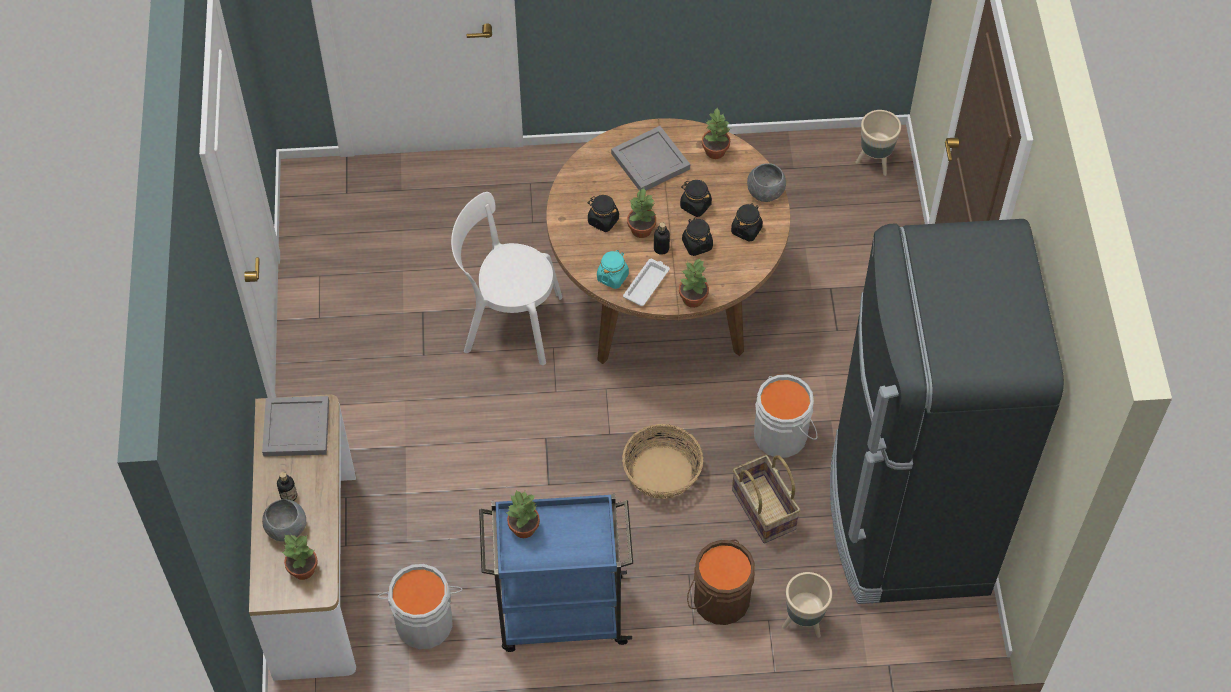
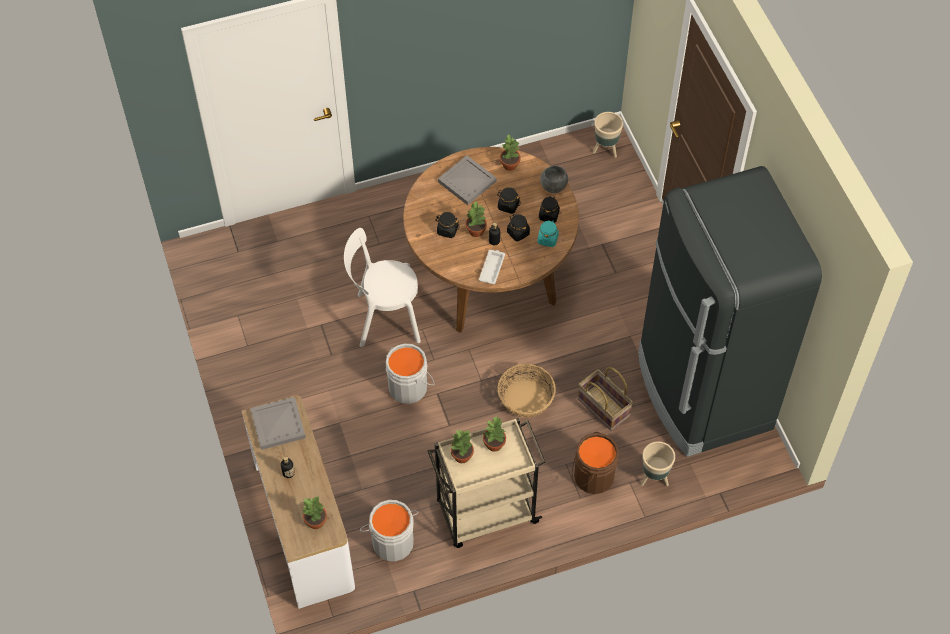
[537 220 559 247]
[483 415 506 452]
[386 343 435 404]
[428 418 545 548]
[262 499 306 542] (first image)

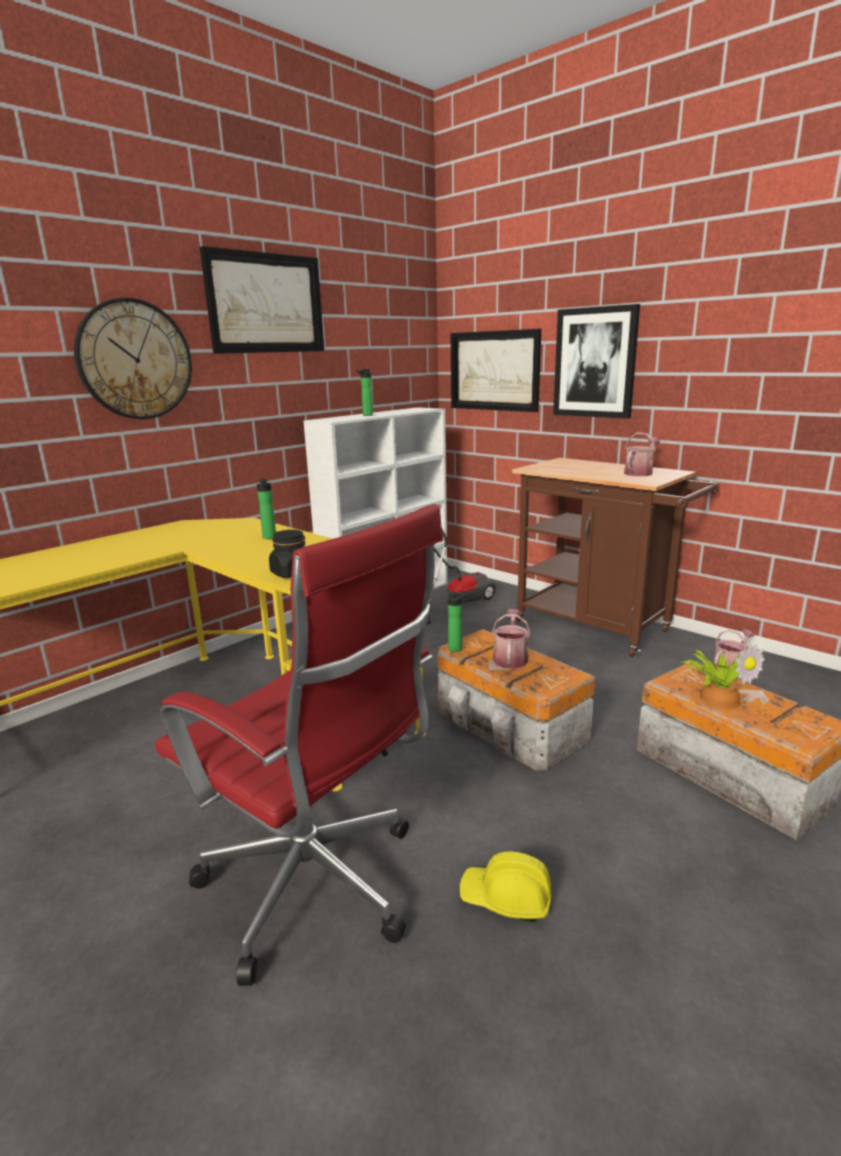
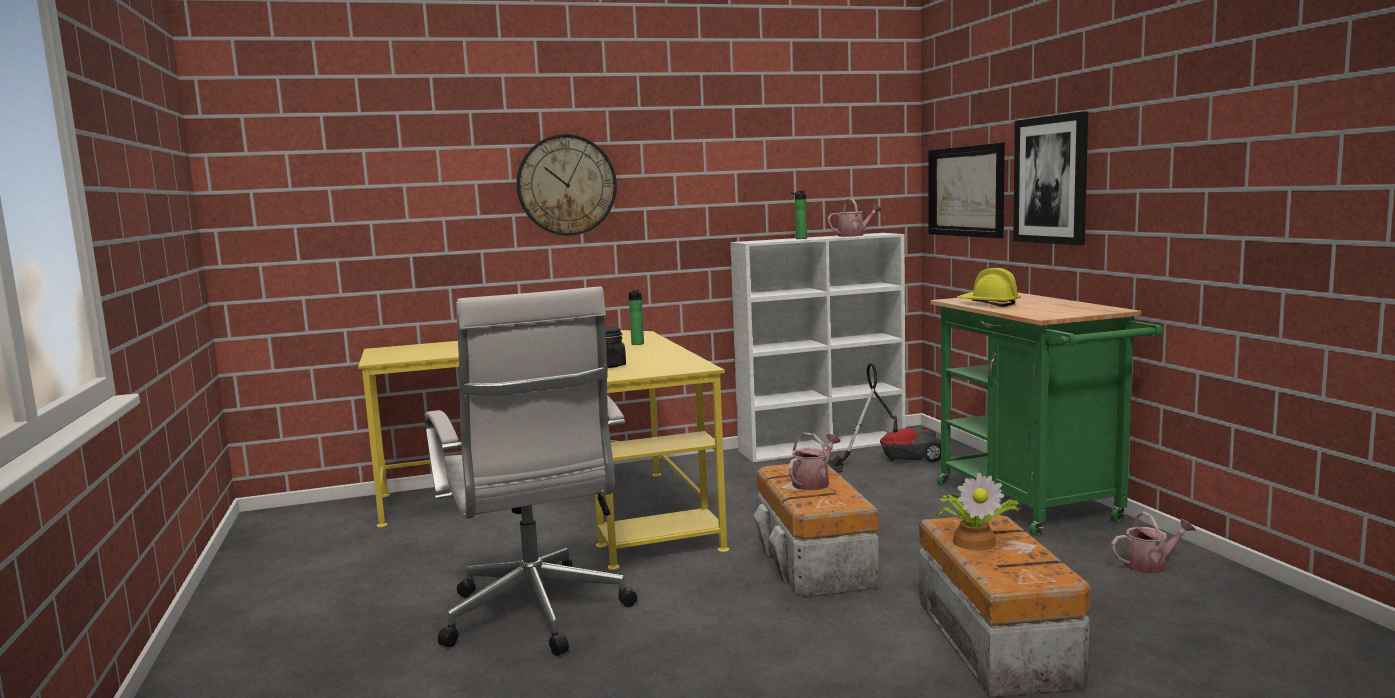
[200 246 324 354] (first image)
[828 198 882 237]
[930 293 1163 536]
[425 287 637 656]
[447 592 468 652] (first image)
[957 268 1021 307]

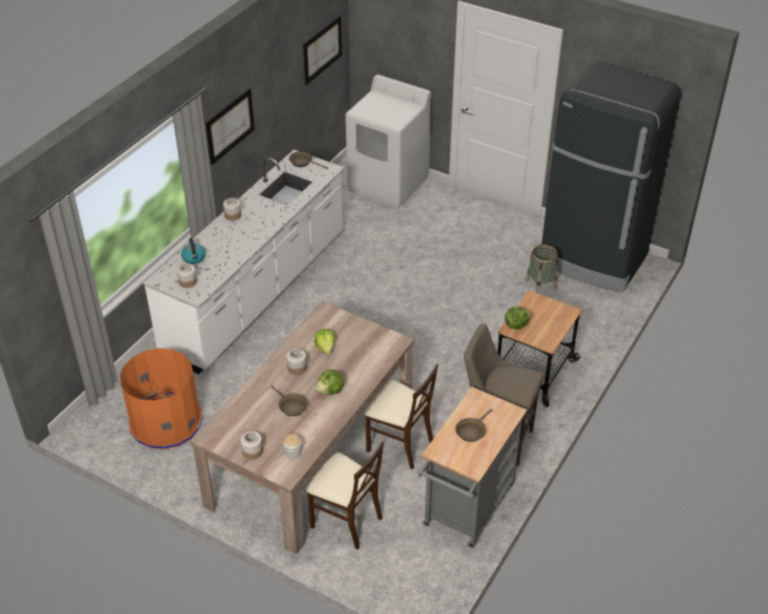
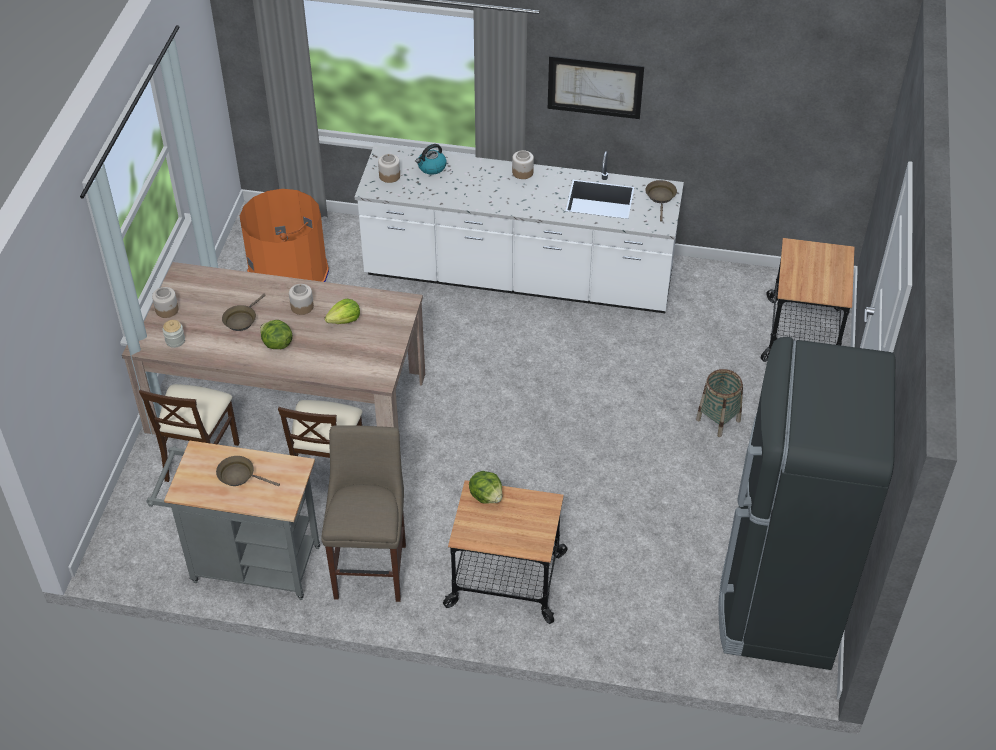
[303 16 342 85] (first image)
[761 238 854 362]
[696 369 743 437]

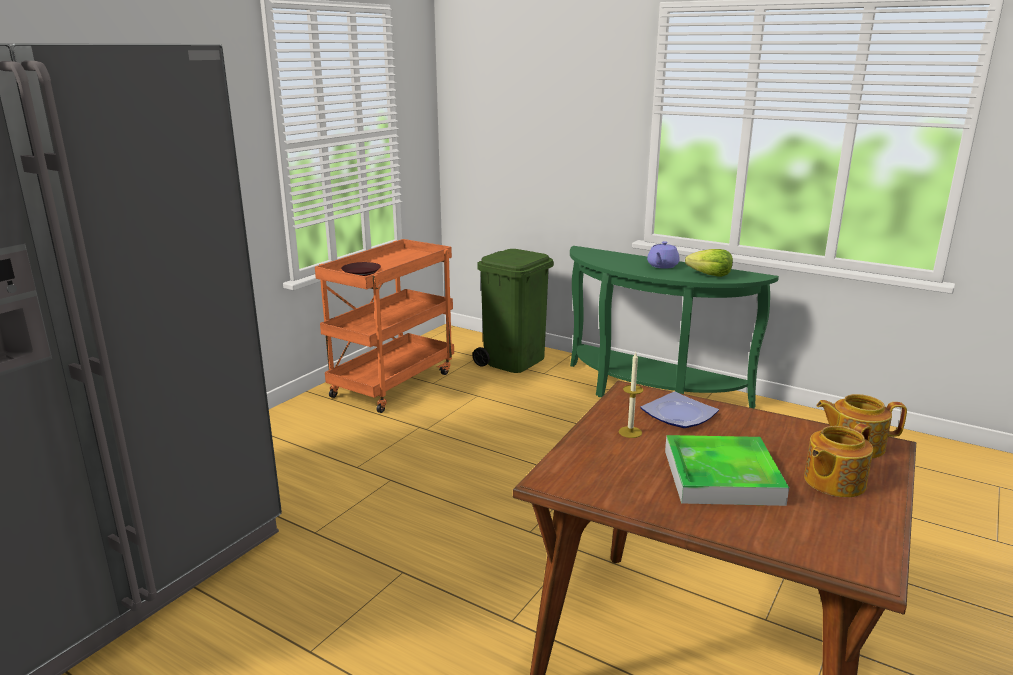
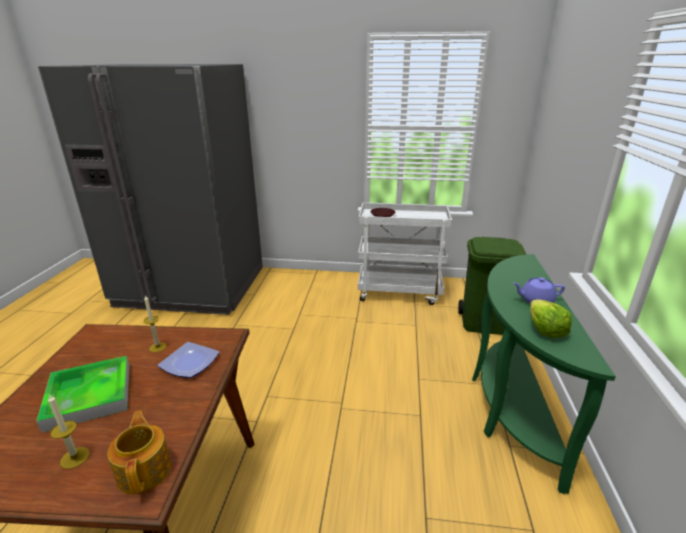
[358 202 452 305]
[48 394 90 469]

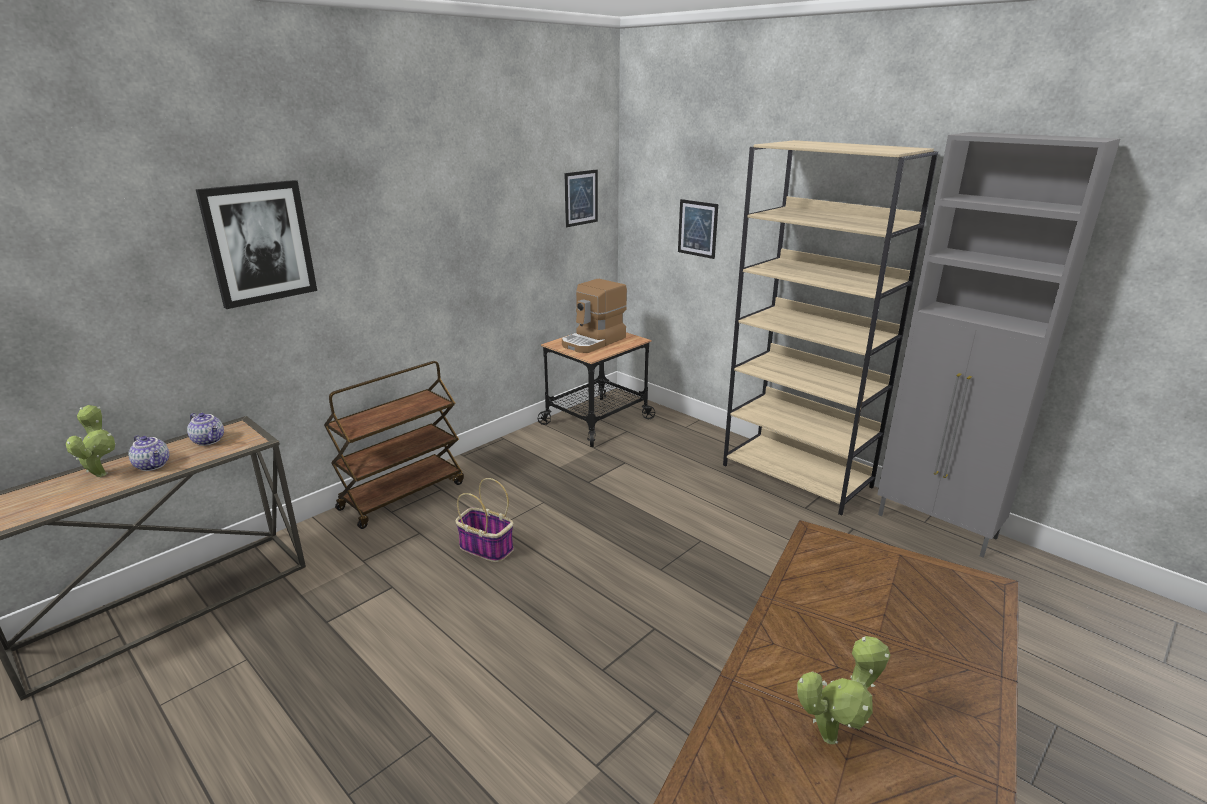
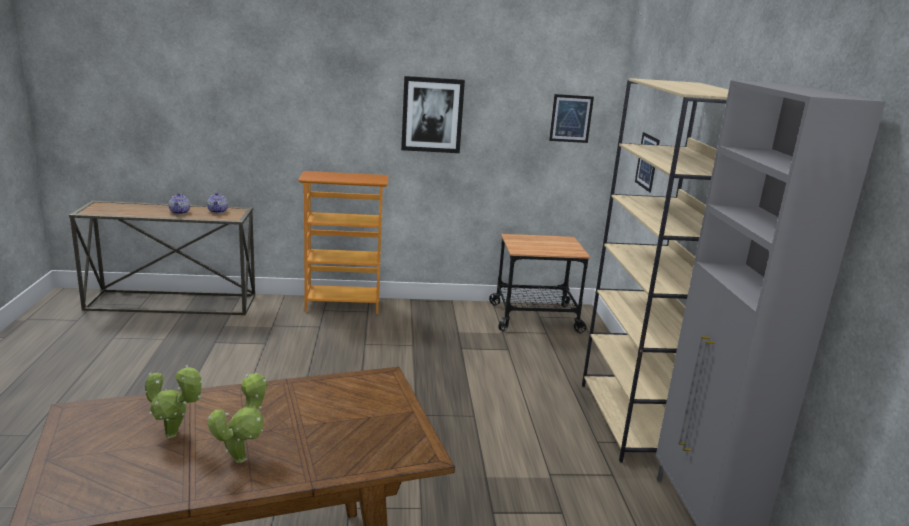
[401 76 465 153]
[562 279 627 353] (first image)
[298 171 388 314]
[207 373 267 463]
[455 478 514 562] (first image)

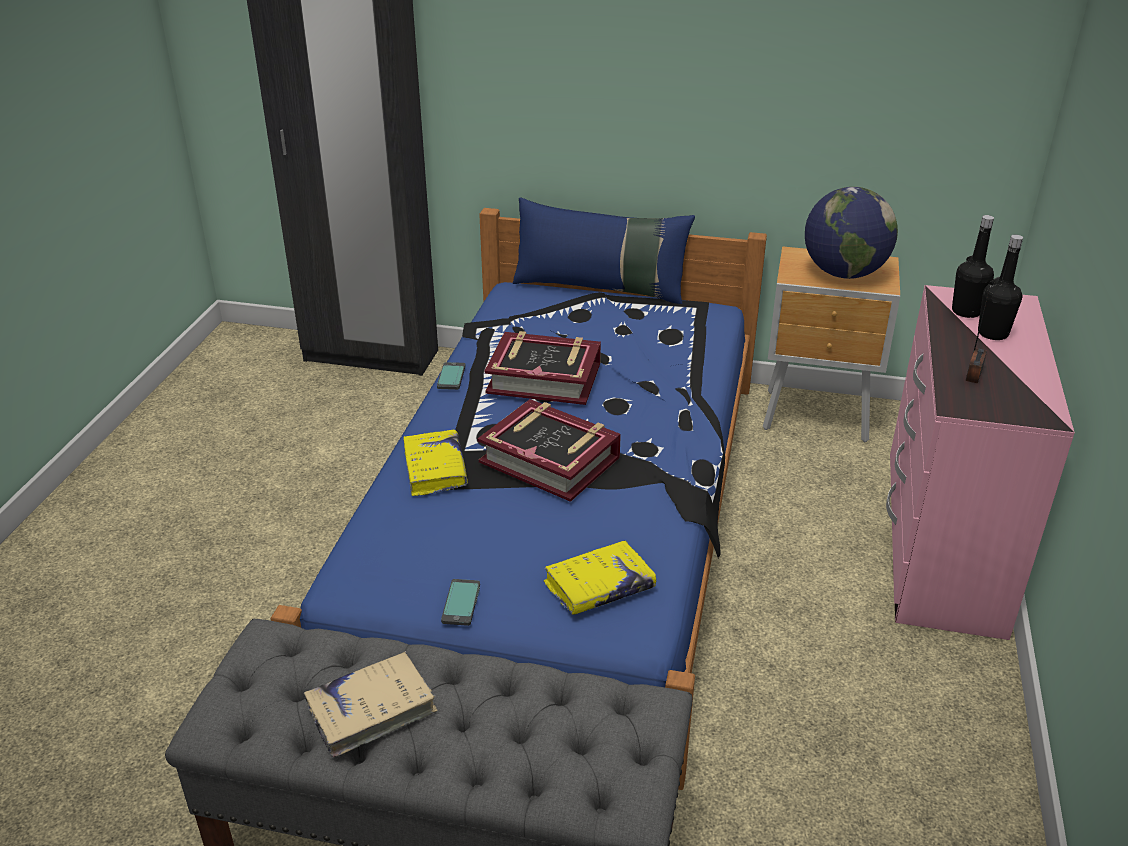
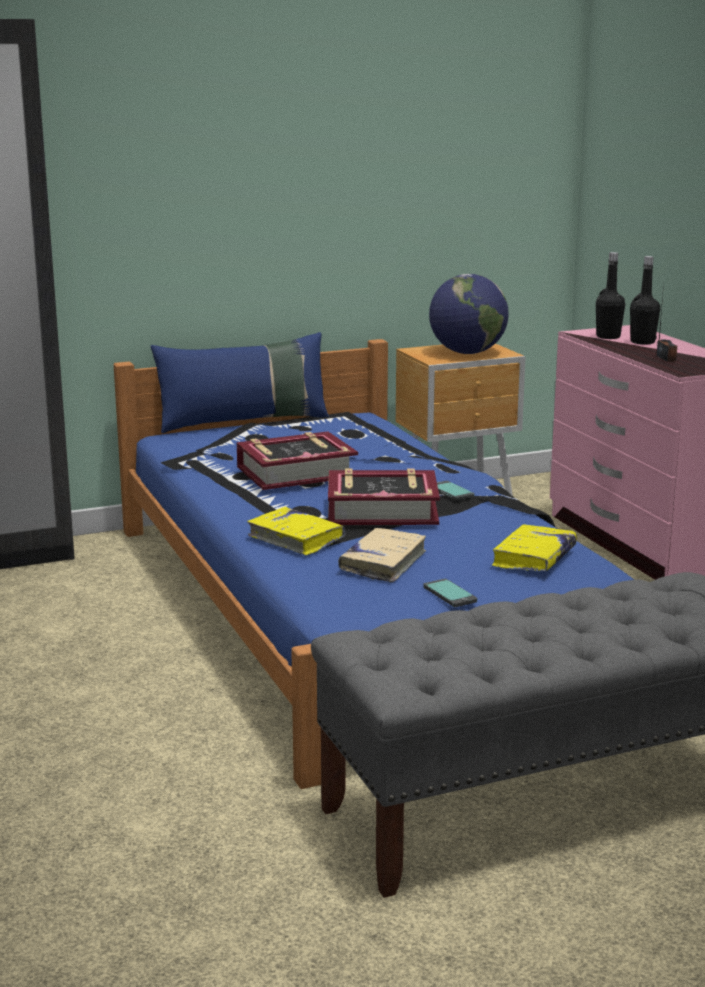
[437 481 475 500]
[338 528 426 582]

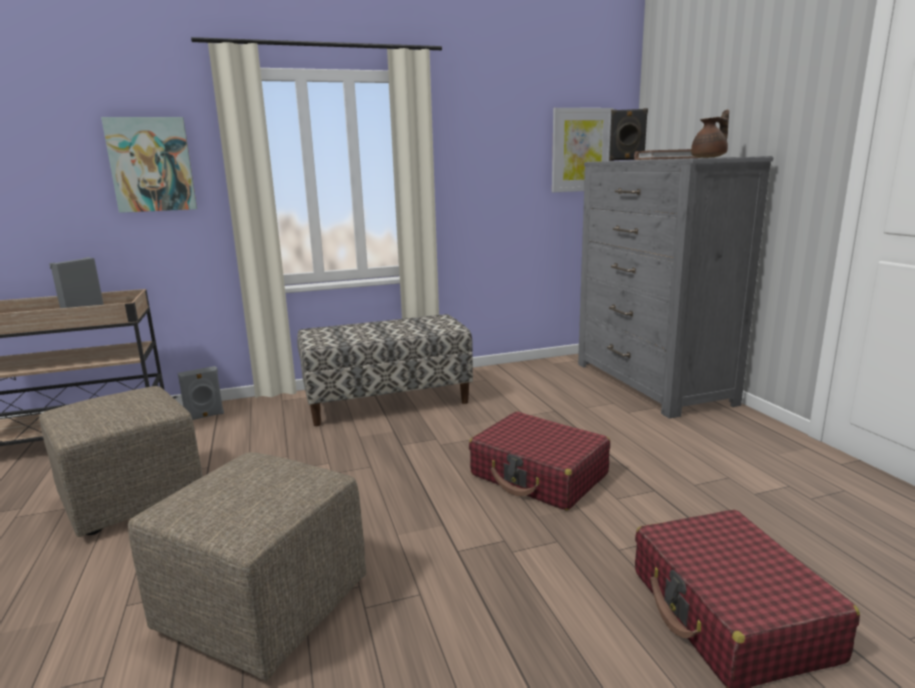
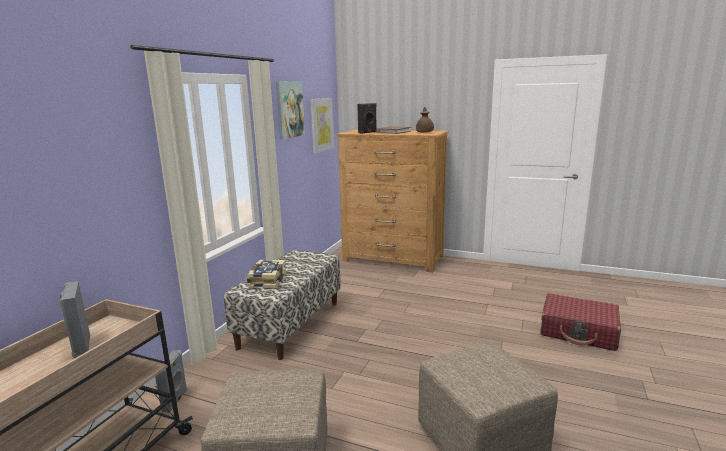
[276 81 305 139]
[336 130 449 273]
[469 411 610 511] (first image)
[247 260 286 288]

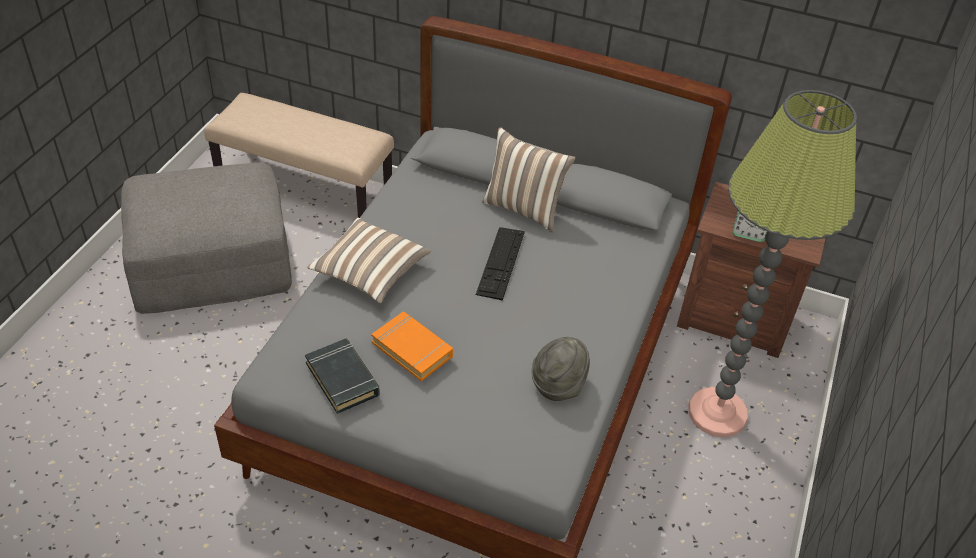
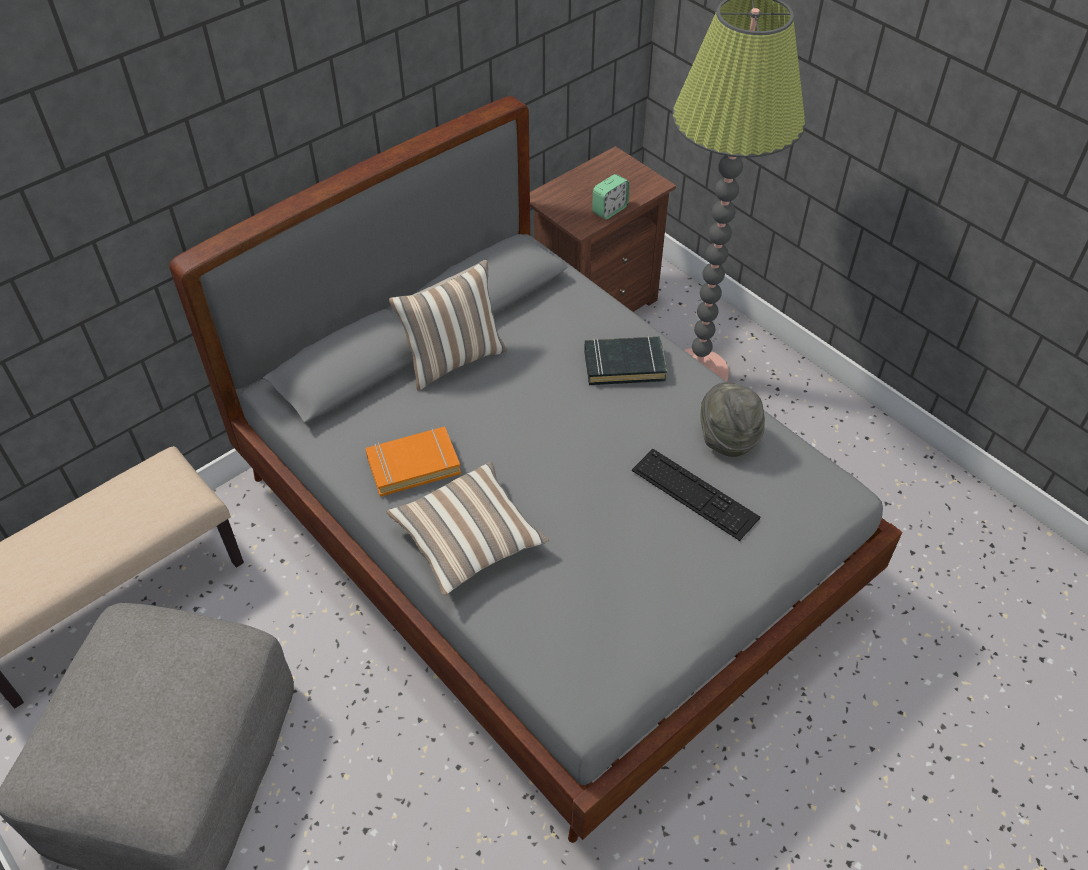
[632 449 760 541]
[365 427 461 497]
[584 336 667 385]

